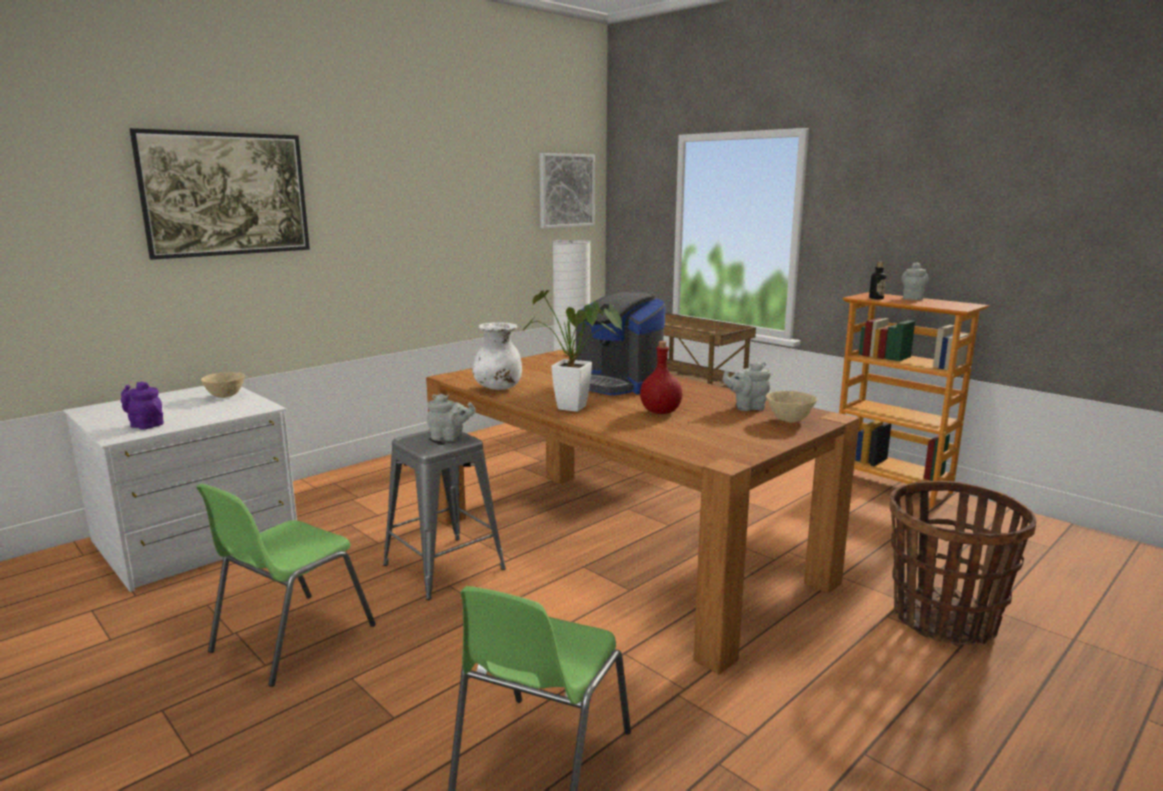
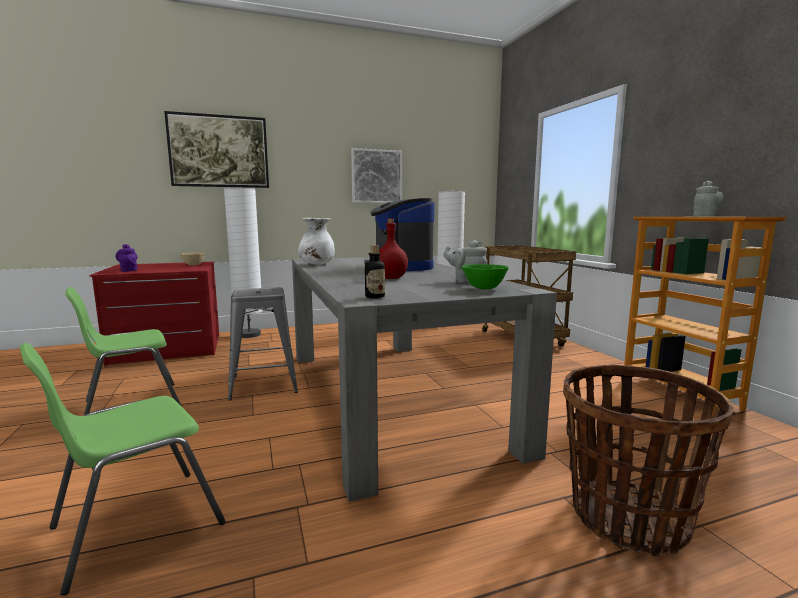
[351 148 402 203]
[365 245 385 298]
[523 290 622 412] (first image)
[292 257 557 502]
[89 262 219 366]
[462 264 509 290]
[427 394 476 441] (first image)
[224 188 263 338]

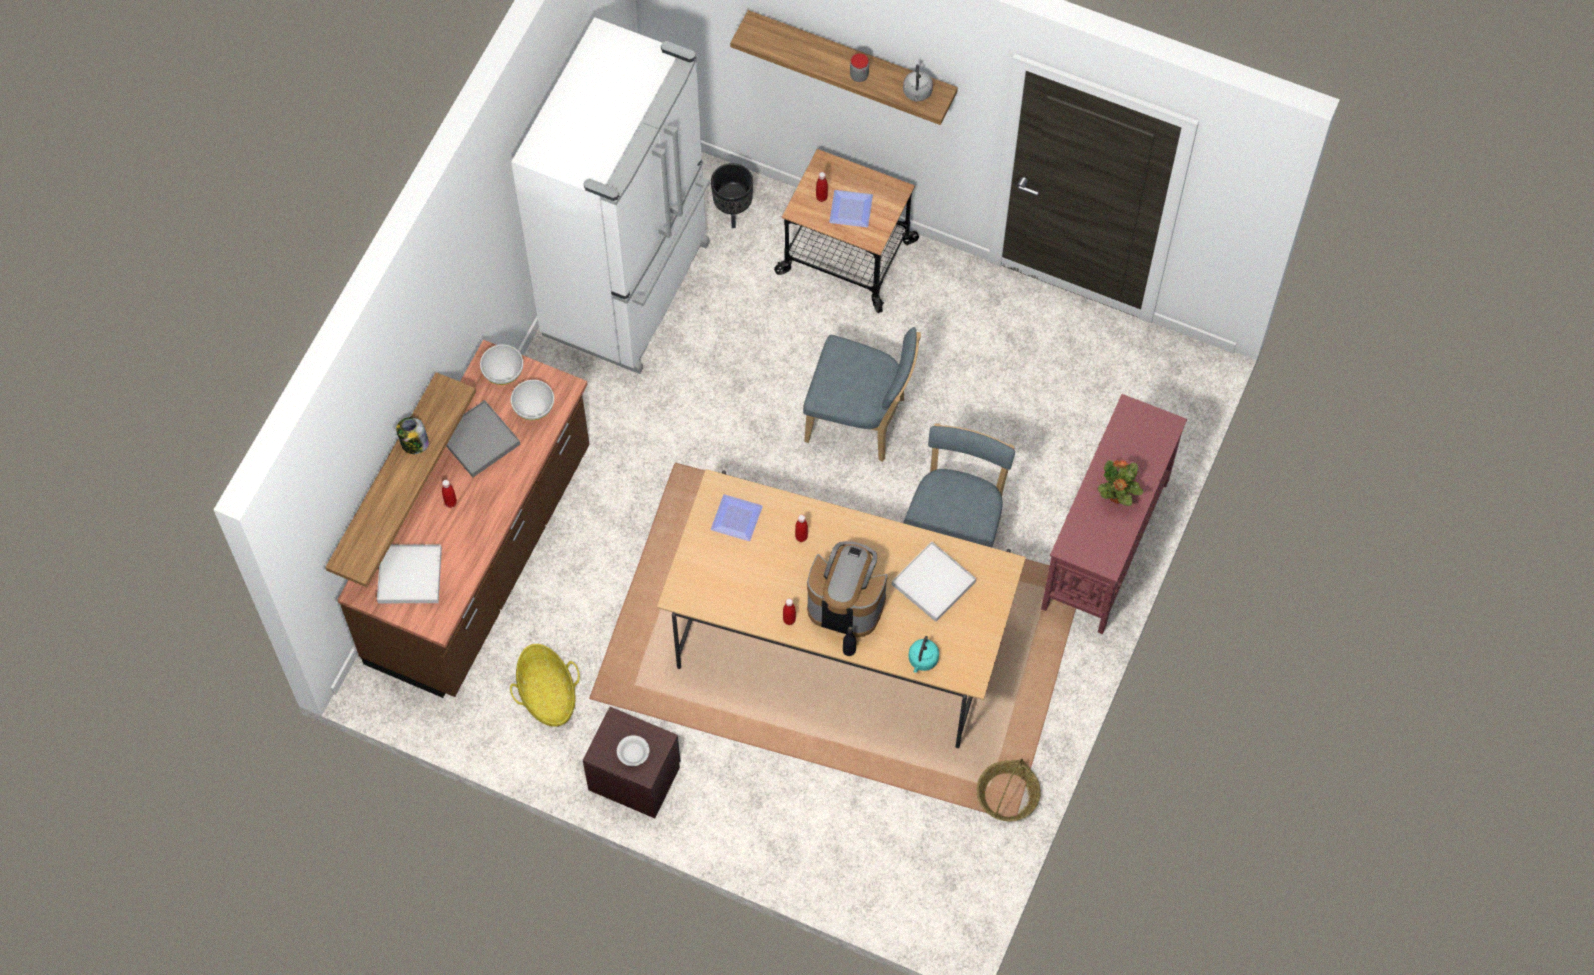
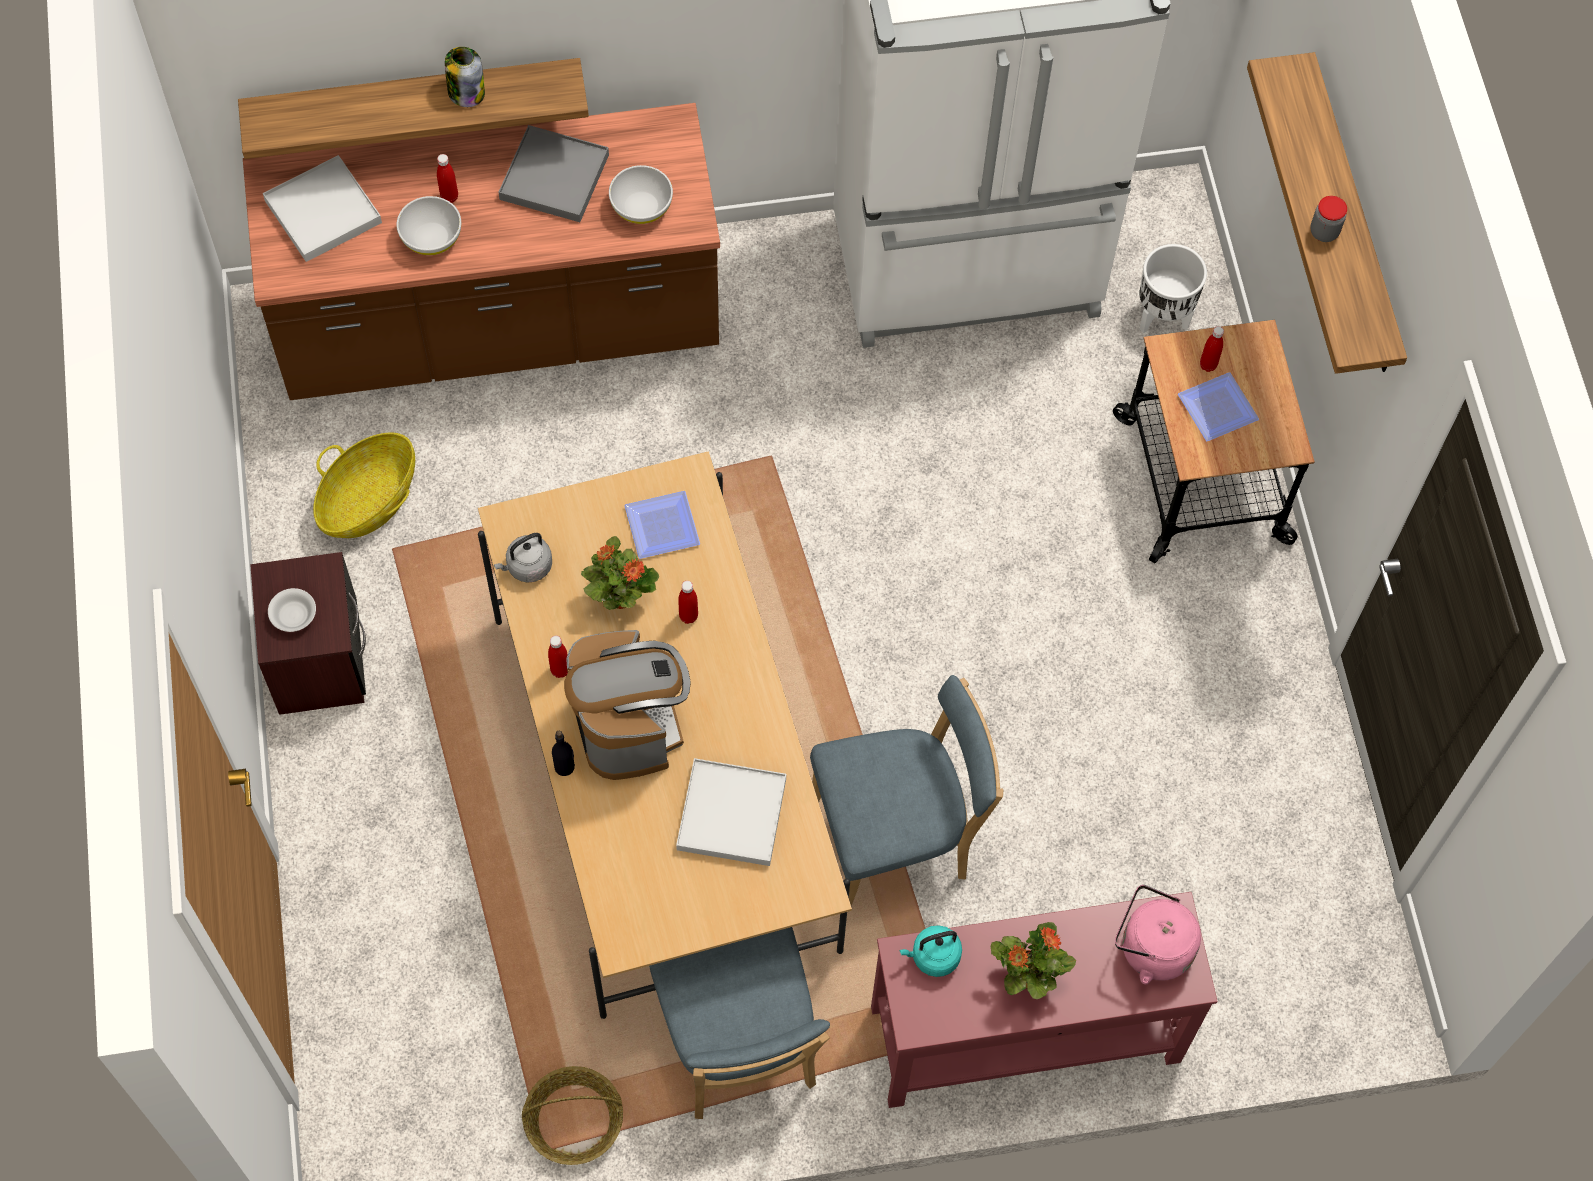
[494 533 552 582]
[1139 244 1207 333]
[649 927 830 1119]
[396 196 461 255]
[900 925 962 977]
[581 536 659 610]
[1115 885 1201 984]

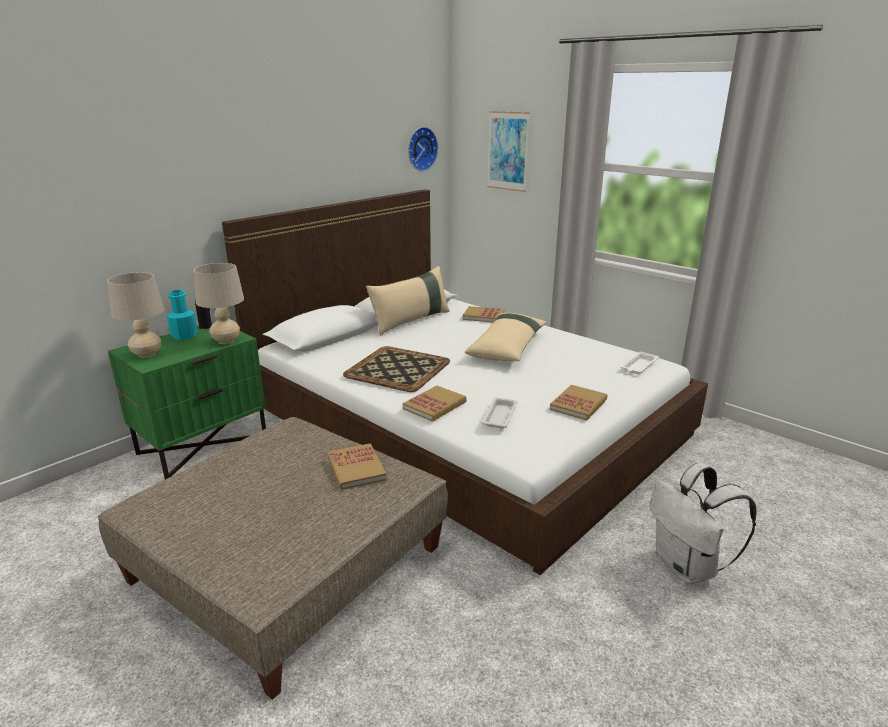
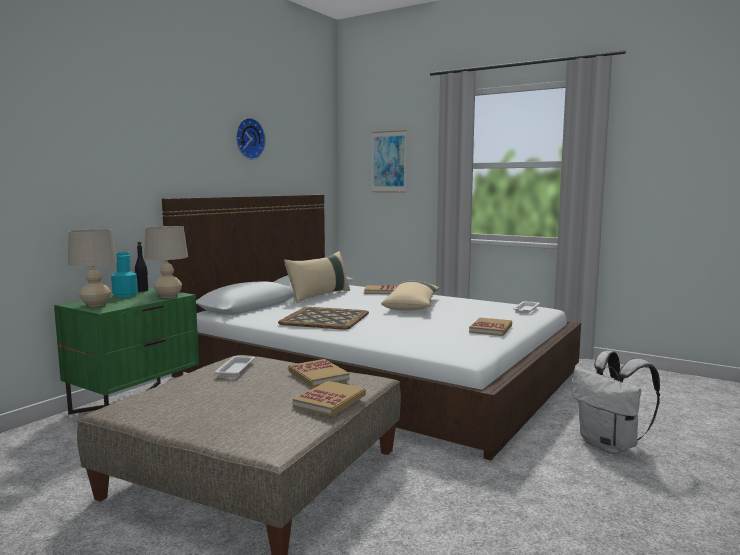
[236 118 266 160]
[293 381 366 416]
[214 356 255 377]

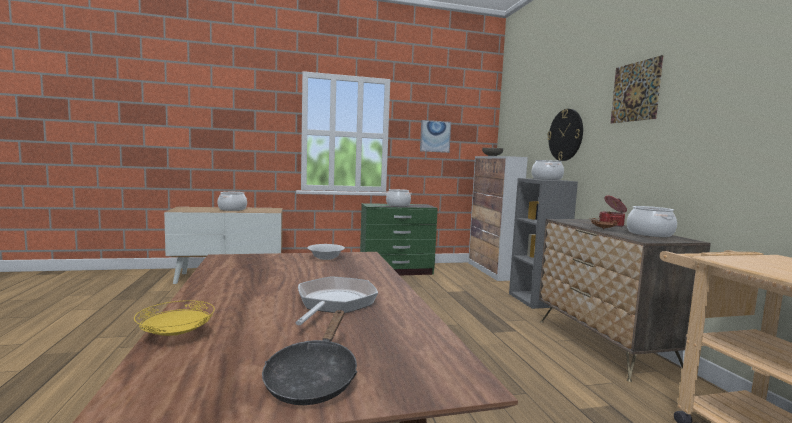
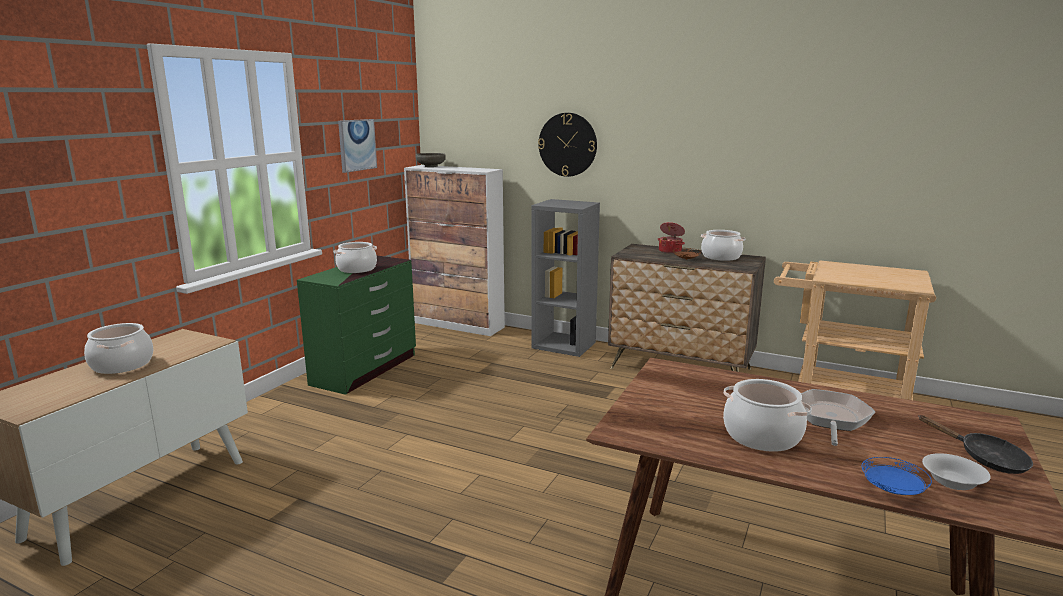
[611 55 664 123] (first image)
[723 379 812 452]
[922 453 991 490]
[801 389 875 446]
[862 457 932 495]

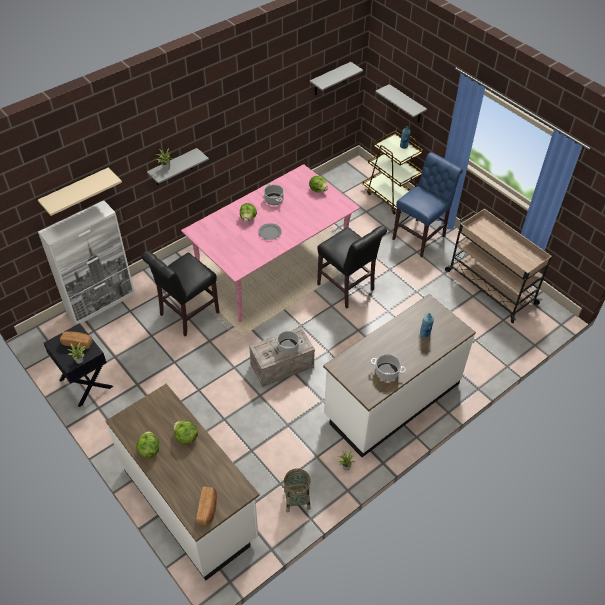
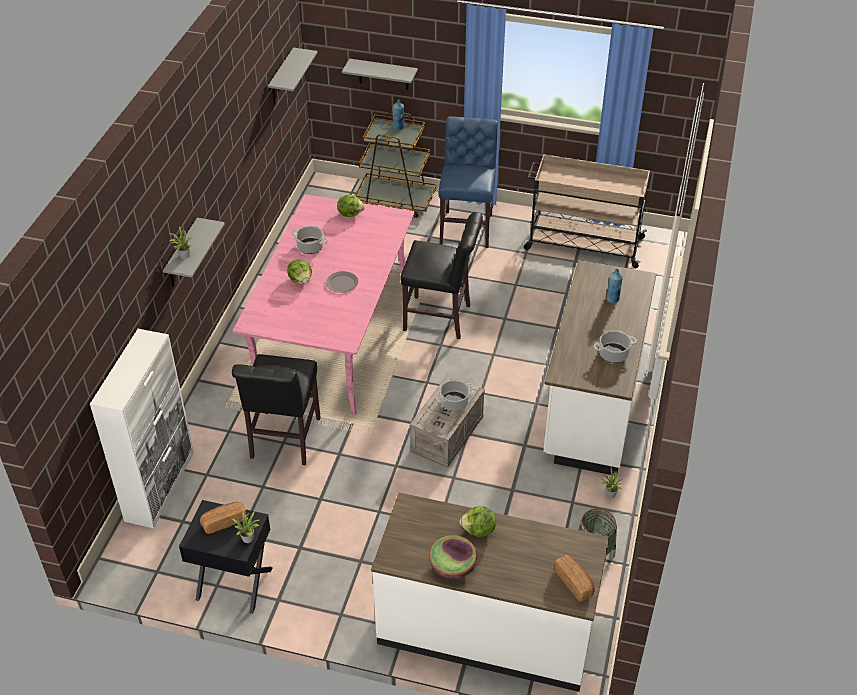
[38 167 122 216] (first image)
[429 535 477 579]

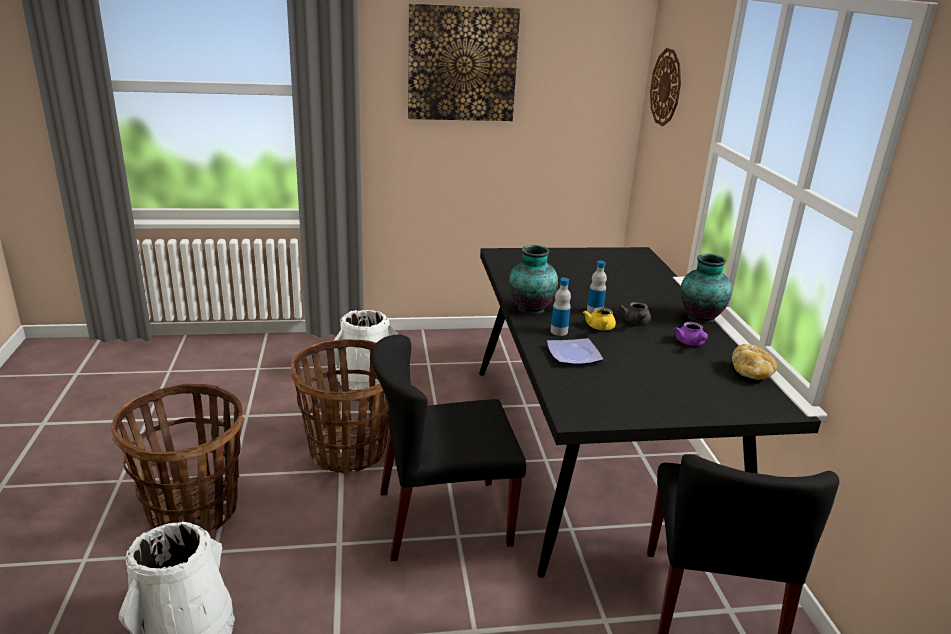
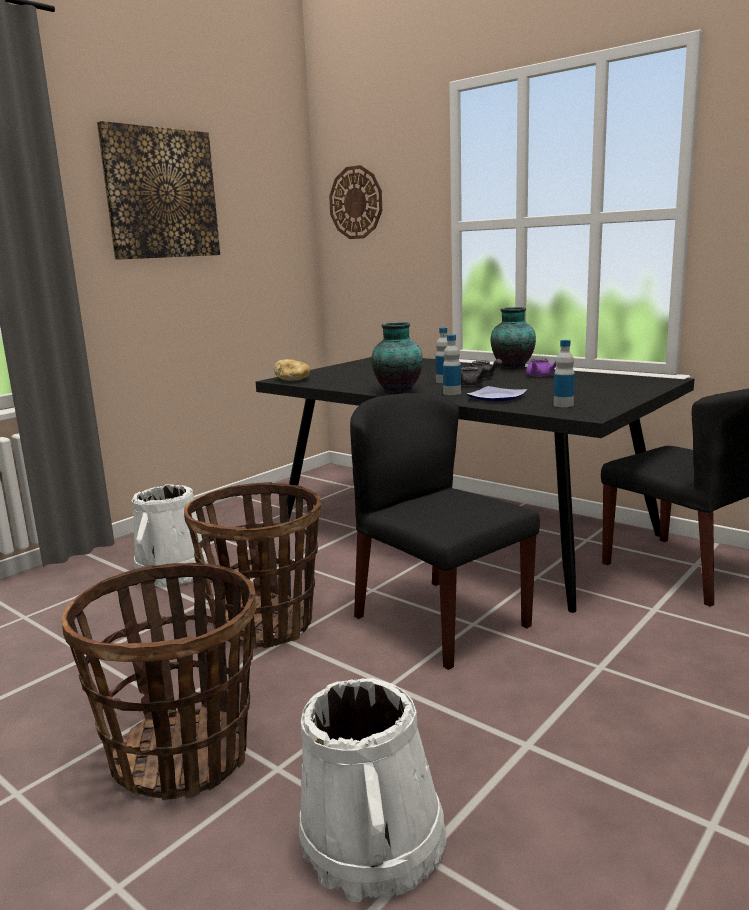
[461 365 491 386]
[350 393 540 670]
[274 359 311 381]
[553 340 575 407]

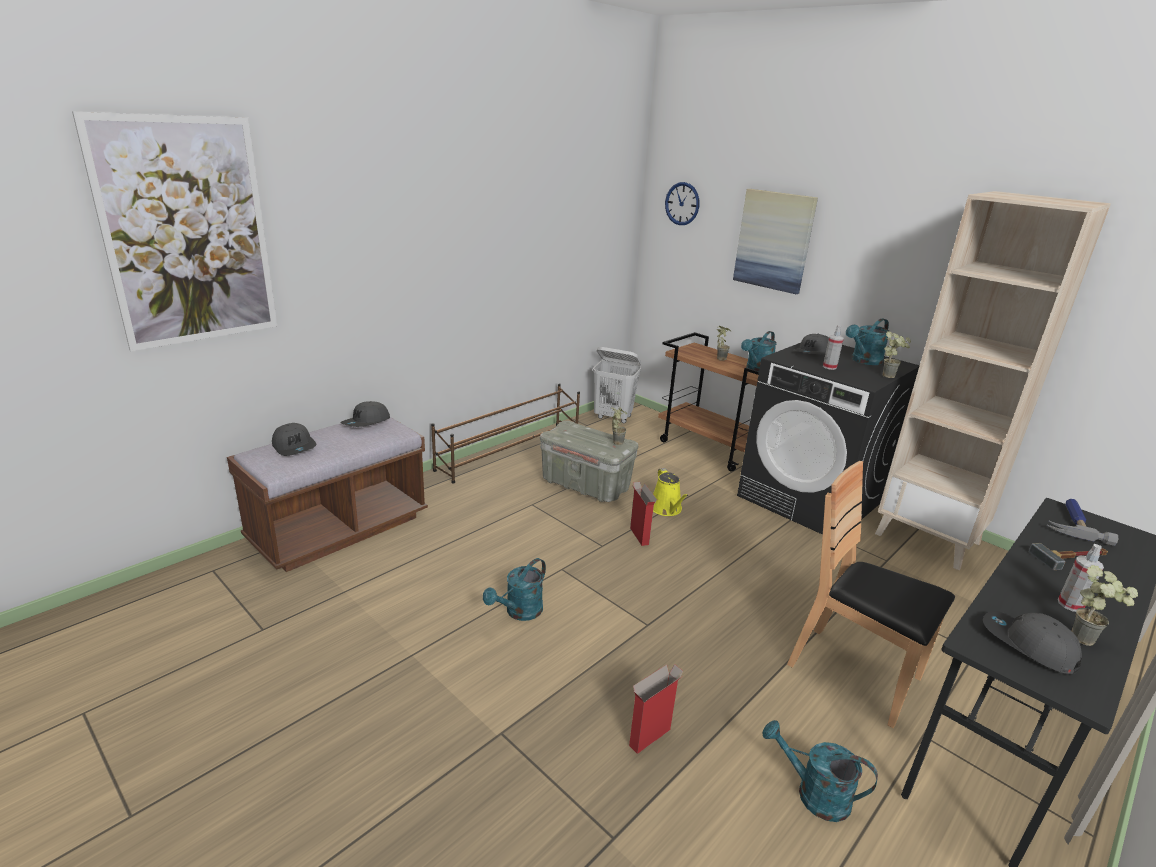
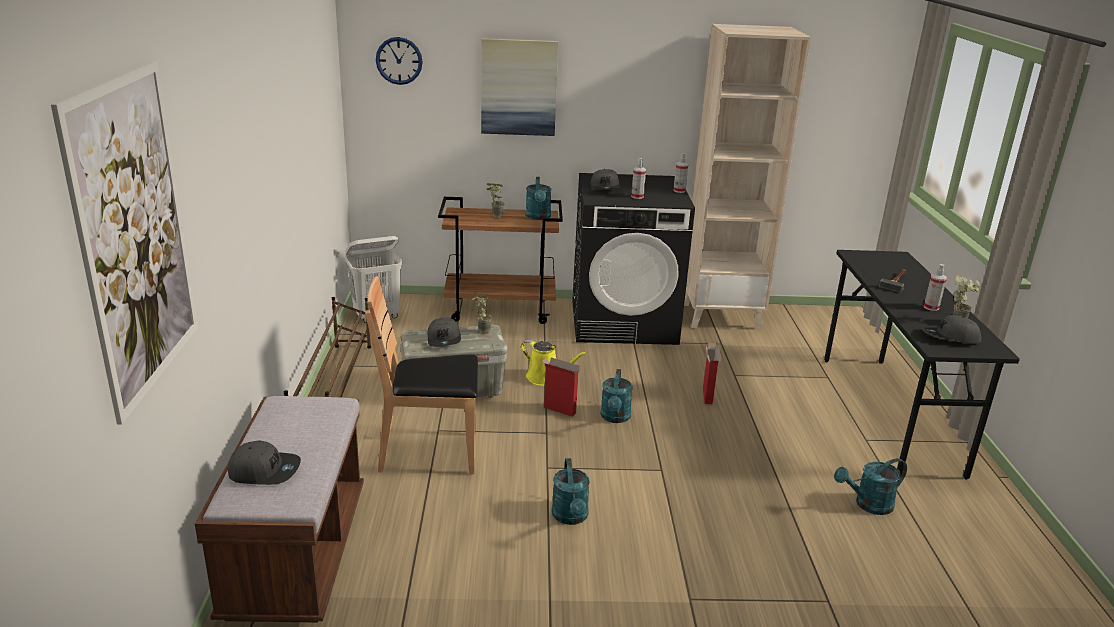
[600 369 633 423]
[673 153 688 193]
[427 317 461 347]
[365 276 478 474]
[1047 499 1119 546] (first image)
[703 342 722 404]

